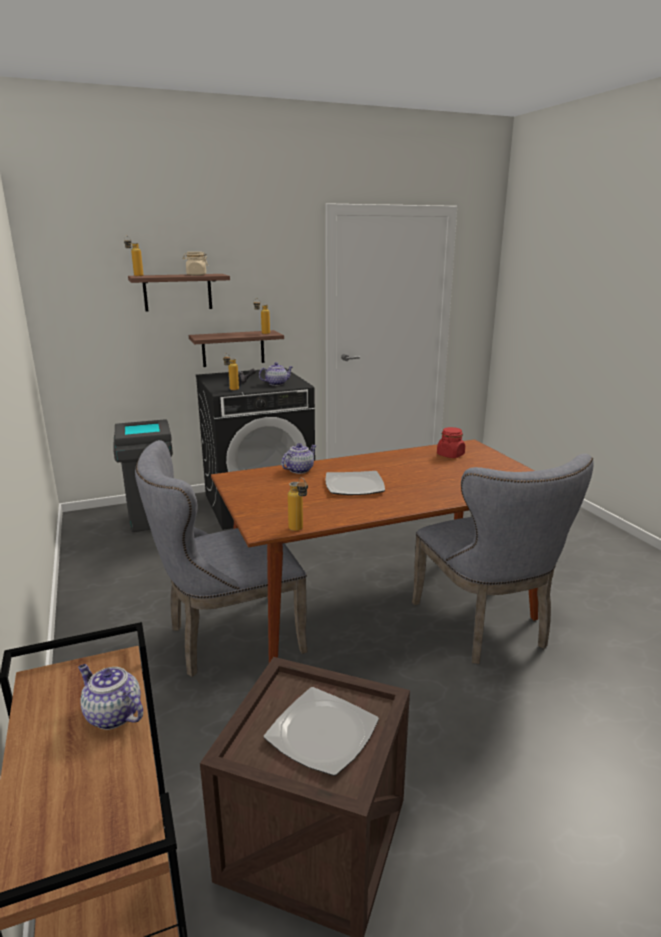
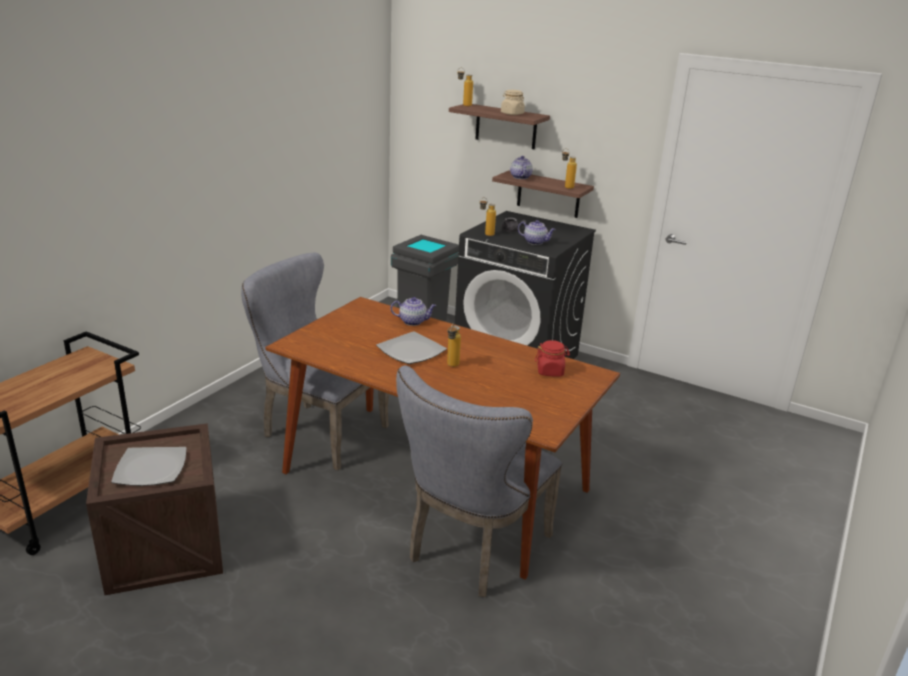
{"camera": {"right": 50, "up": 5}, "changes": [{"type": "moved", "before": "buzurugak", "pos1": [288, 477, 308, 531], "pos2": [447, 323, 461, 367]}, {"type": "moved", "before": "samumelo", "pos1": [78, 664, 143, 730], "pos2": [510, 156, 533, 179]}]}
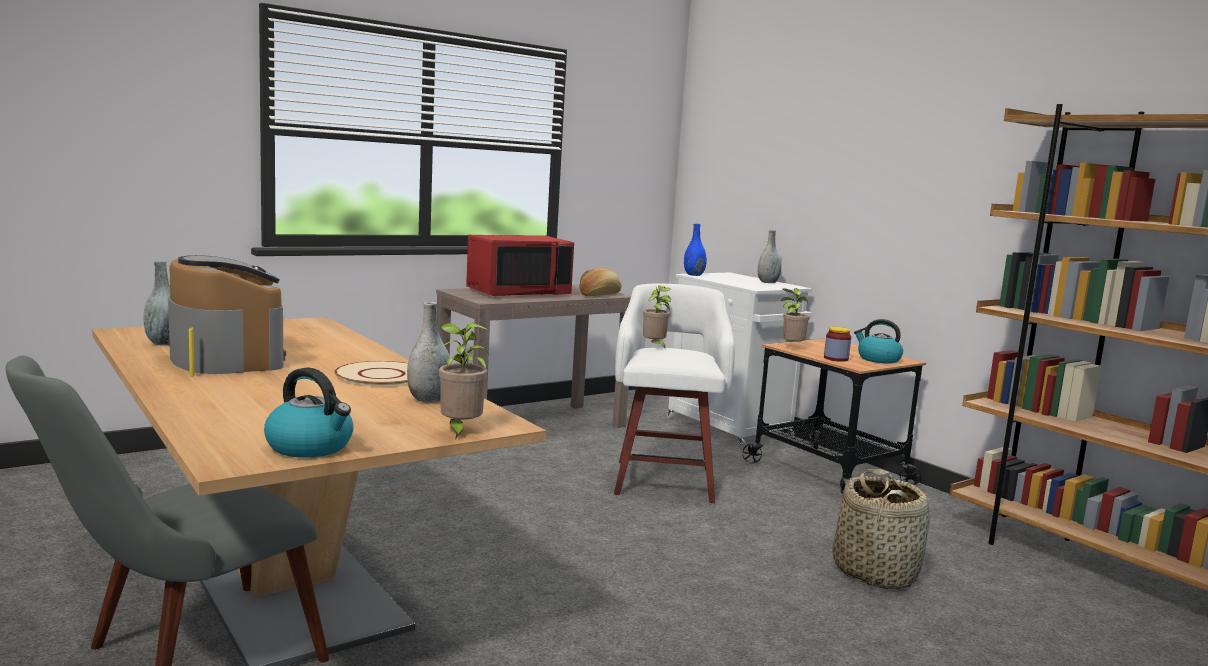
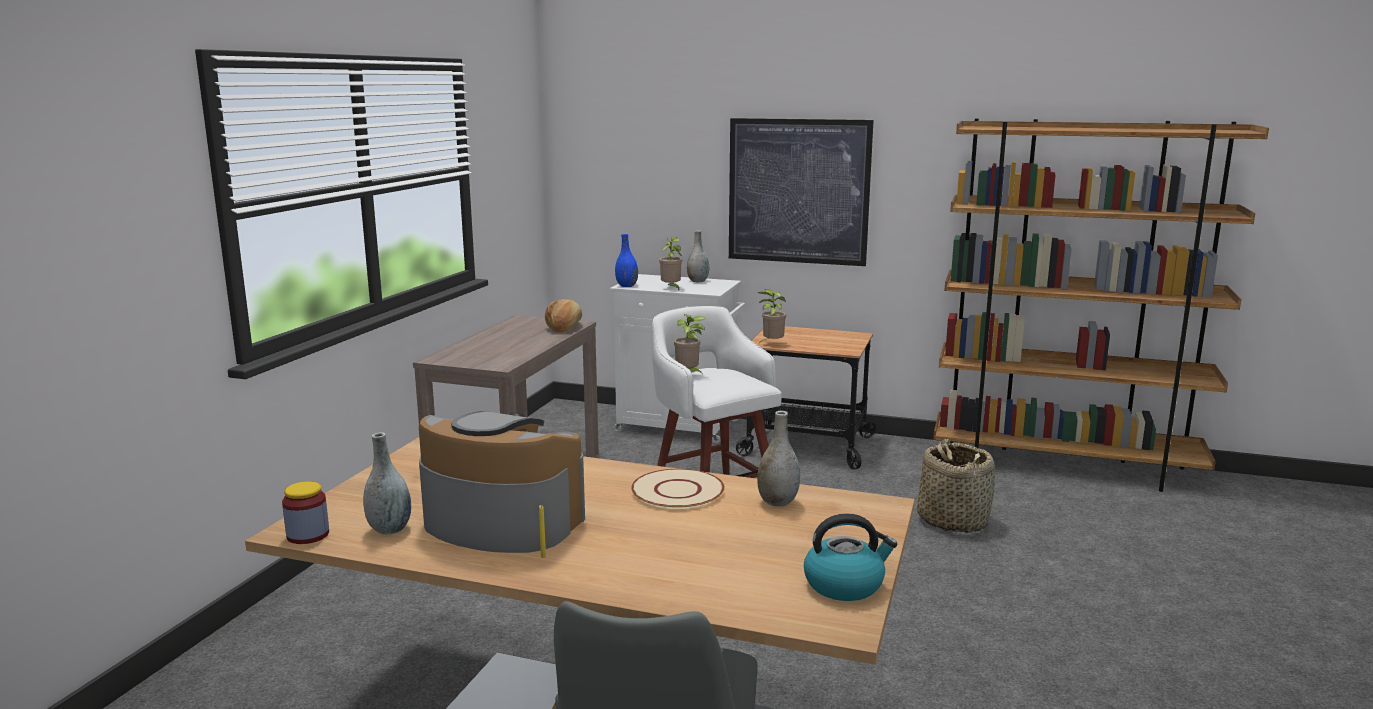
{"camera": {"right": -35, "up": 5}, "changes": [{"type": "moved", "before": "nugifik", "pos1": [824, 327, 851, 362], "pos2": [282, 481, 329, 544]}, {"type": "moved", "before": "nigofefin", "pos1": [437, 323, 489, 439], "pos2": [659, 236, 683, 290]}, {"type": "added", "after": "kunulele", "pos2": [729, 118, 874, 266]}, {"type": "removed", "before": "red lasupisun", "pos1": [466, 235, 574, 297]}, {"type": "removed", "before": "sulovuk", "pos1": [854, 319, 903, 364]}]}
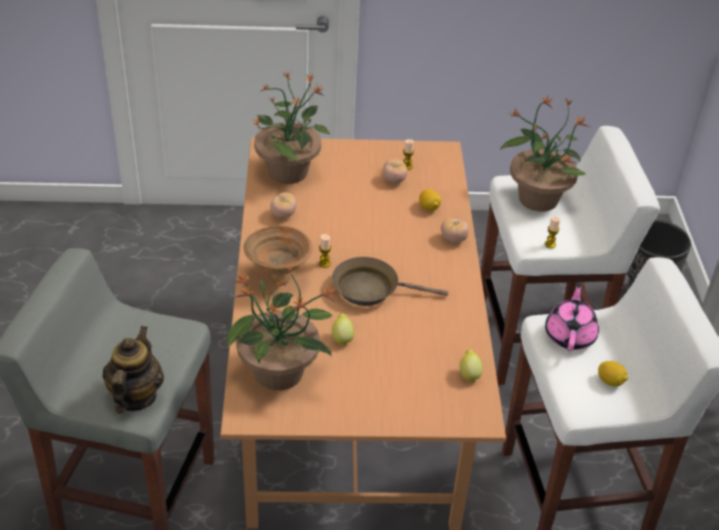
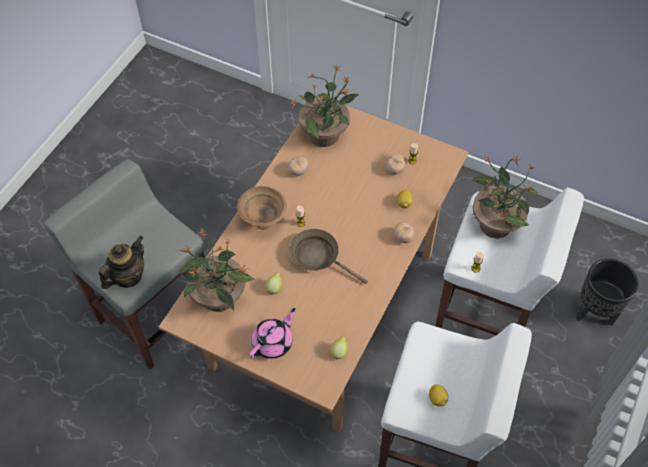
{"camera": {"right": 30, "up": 15}, "changes": [{"type": "moved", "before": "pink samumelo", "pos1": [545, 283, 599, 351], "pos2": [249, 308, 295, 359]}]}
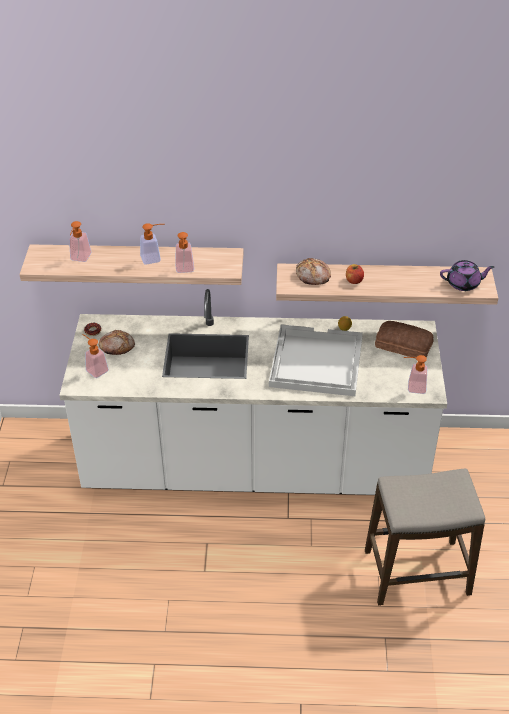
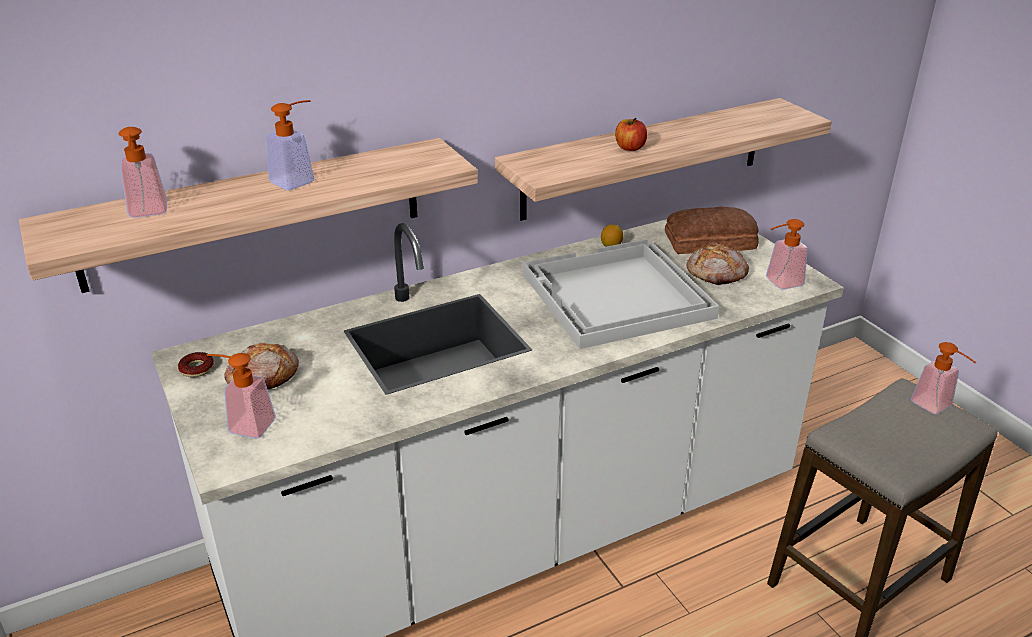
{"camera": {"right": -30, "up": -10}, "changes": [{"type": "moved", "before": "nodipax", "pos1": [296, 258, 331, 285], "pos2": [687, 243, 749, 285]}, {"type": "moved", "before": "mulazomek", "pos1": [175, 232, 194, 273], "pos2": [911, 342, 977, 415]}, {"type": "removed", "before": "purple samumelo", "pos1": [440, 260, 494, 291]}]}
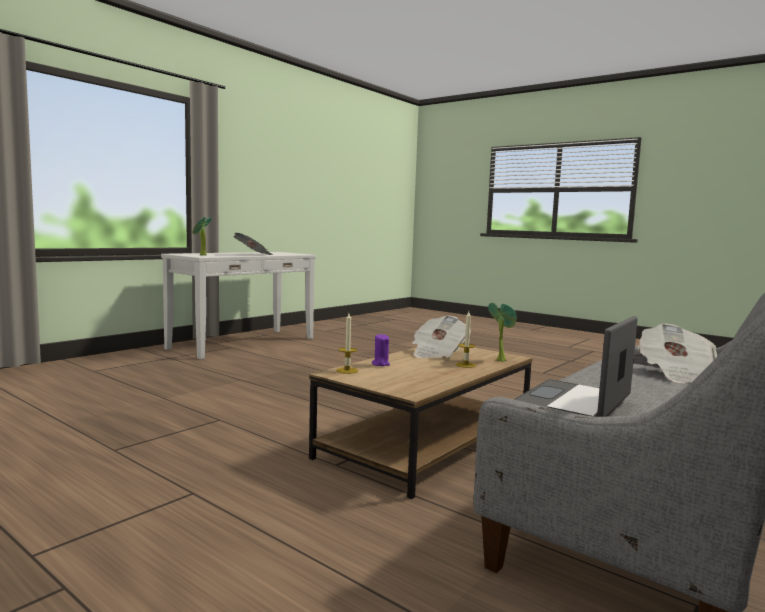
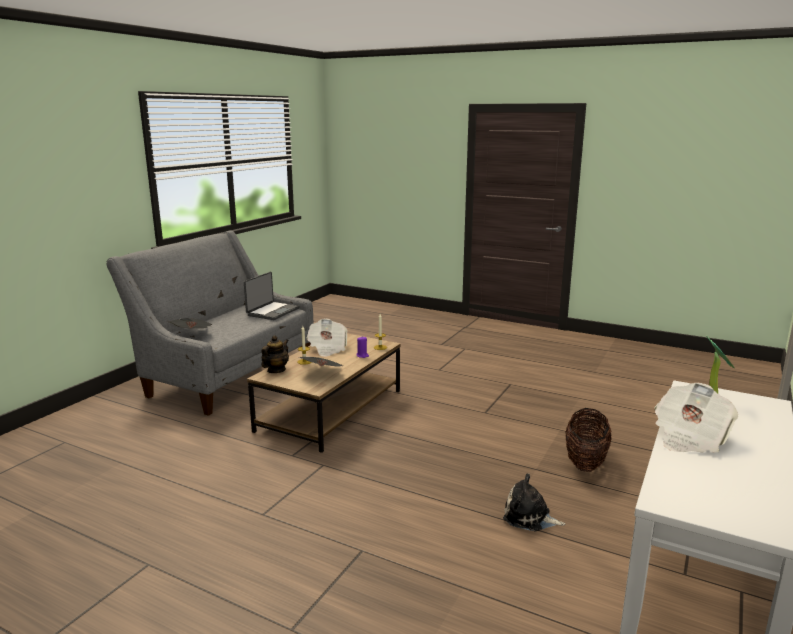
{"camera": {"right": 170, "up": 10}, "changes": [{"type": "replaced", "before": "nigofefin", "after": "samumelo", "pos1": [488, 302, 517, 362], "pos2": [261, 335, 289, 373]}, {"type": "added", "after": "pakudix", "pos2": [306, 319, 348, 357]}, {"type": "added", "after": "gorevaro", "pos2": [503, 473, 565, 531]}, {"type": "added", "after": "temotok", "pos2": [566, 408, 612, 472]}]}
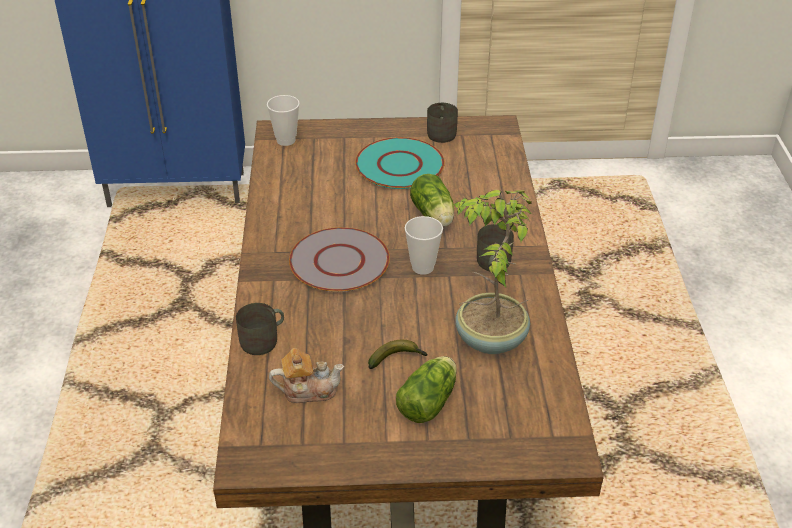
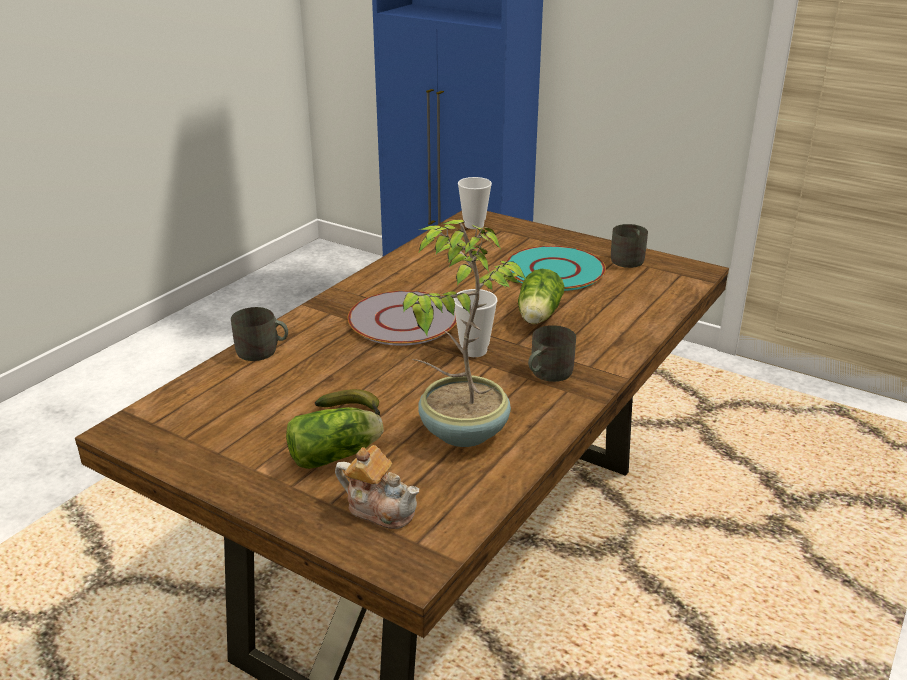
{"camera": {"right": 35, "up": -10}, "changes": [{"type": "moved", "before": "samumelo", "pos1": [269, 348, 344, 403], "pos2": [335, 445, 420, 529]}]}
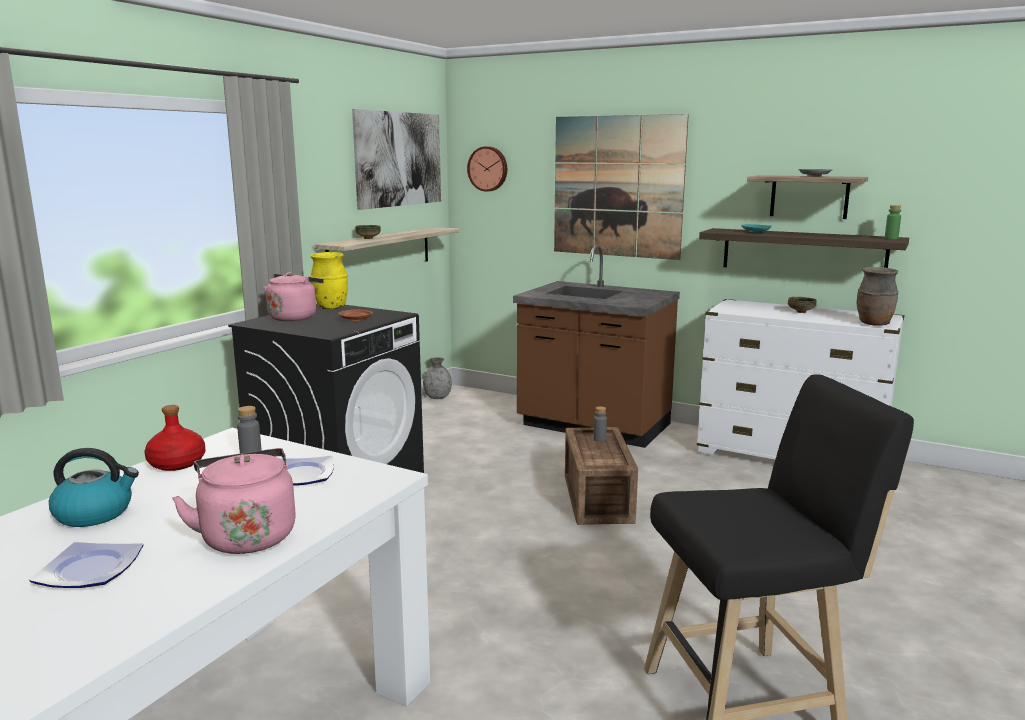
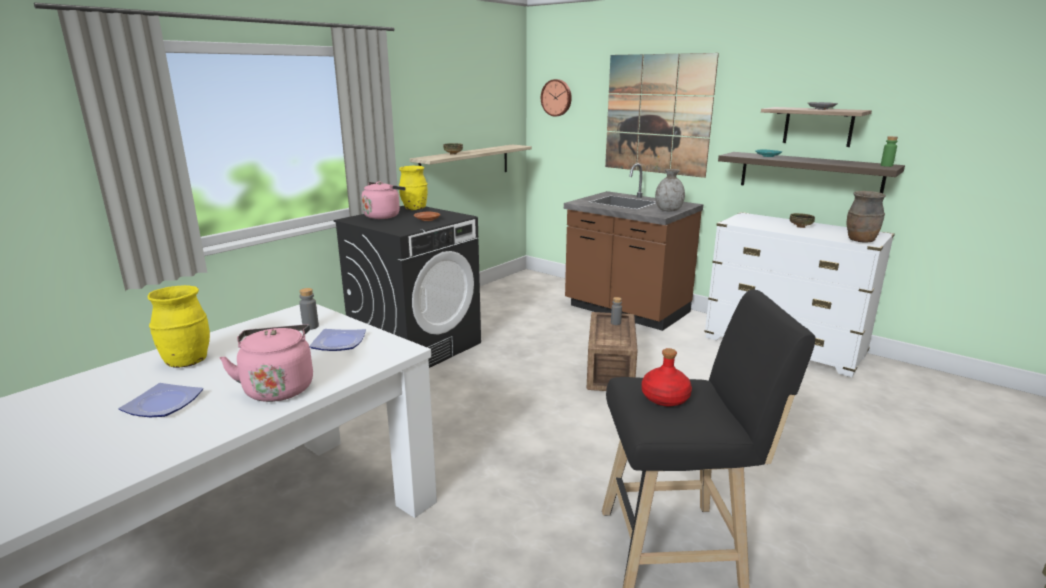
{"camera": {"right": 10, "up": 5}, "changes": [{"type": "replaced", "before": "sulovuk", "after": "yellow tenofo", "pos1": [49, 448, 139, 527], "pos2": [148, 285, 210, 368]}, {"type": "moved", "before": "red buzurugak", "pos1": [145, 405, 205, 471], "pos2": [642, 348, 692, 406]}, {"type": "moved", "before": "grey tenofo", "pos1": [423, 357, 452, 399], "pos2": [655, 169, 685, 211]}, {"type": "removed", "before": "kunulele", "pos1": [352, 109, 441, 210]}]}
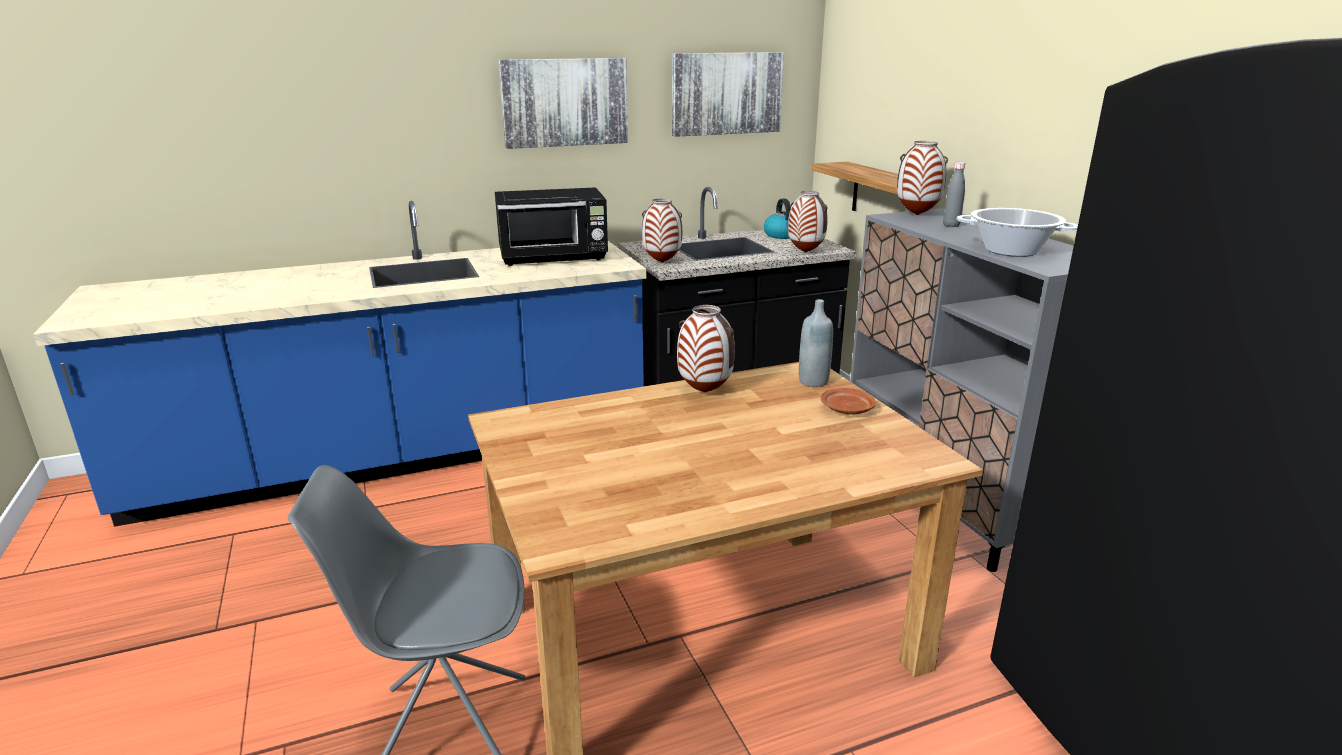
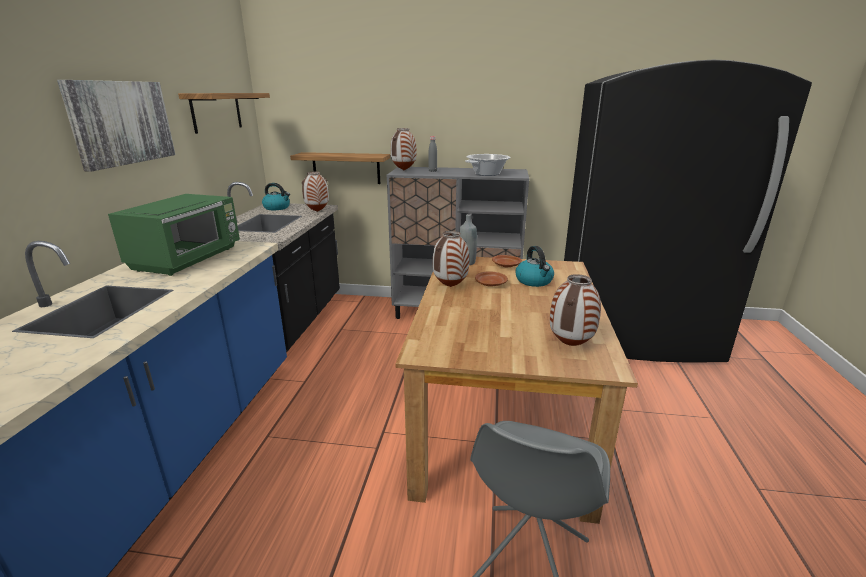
{"camera": {"right": -60, "up": 0}, "changes": [{"type": "recoloured", "before": "black lasupisun", "after": "green lasupisun", "pos1": [495, 187, 608, 266], "pos2": [108, 194, 240, 276]}, {"type": "replaced", "before": "kunulele", "after": "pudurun", "pos1": [672, 52, 784, 137], "pos2": [178, 93, 270, 134]}, {"type": "added", "after": "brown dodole", "pos2": [475, 271, 508, 286]}, {"type": "added", "after": "sulovuk", "pos2": [516, 246, 554, 287]}, {"type": "moved", "before": "tenofo", "pos1": [642, 198, 682, 263], "pos2": [550, 274, 601, 346]}]}
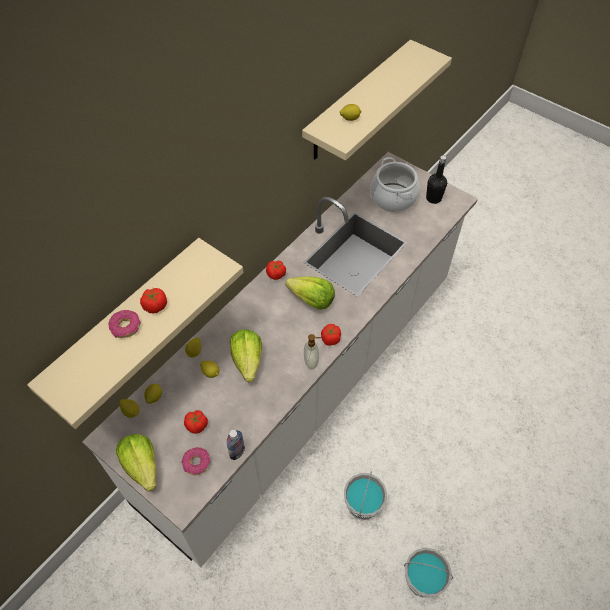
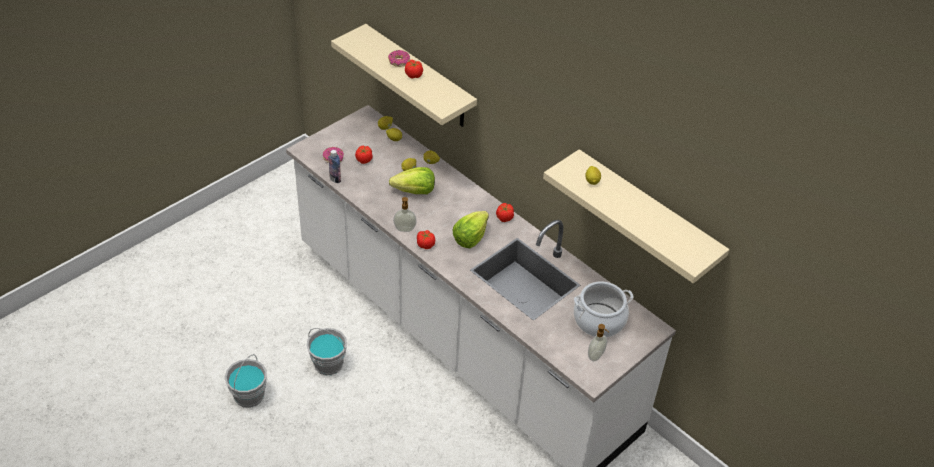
{"camera": {"right": 95, "up": -10}, "changes": [{"type": "replaced", "before": "black buzurugak", "after": "mulazomek", "pos1": [426, 155, 447, 204], "pos2": [588, 324, 609, 361]}, {"type": "removed", "before": "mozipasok", "pos1": [116, 434, 156, 491]}]}
